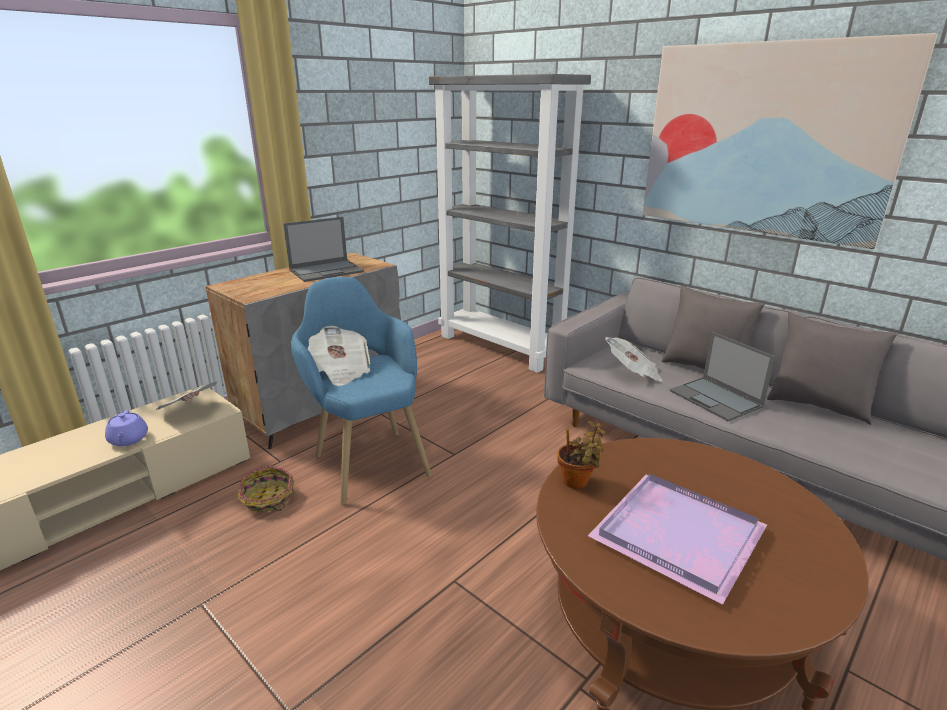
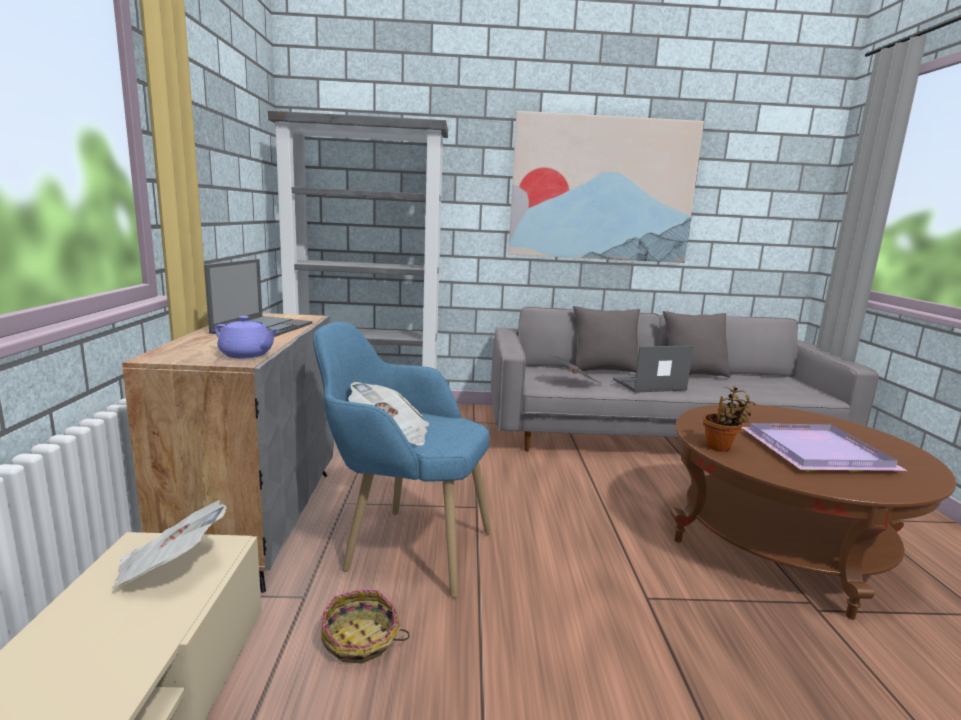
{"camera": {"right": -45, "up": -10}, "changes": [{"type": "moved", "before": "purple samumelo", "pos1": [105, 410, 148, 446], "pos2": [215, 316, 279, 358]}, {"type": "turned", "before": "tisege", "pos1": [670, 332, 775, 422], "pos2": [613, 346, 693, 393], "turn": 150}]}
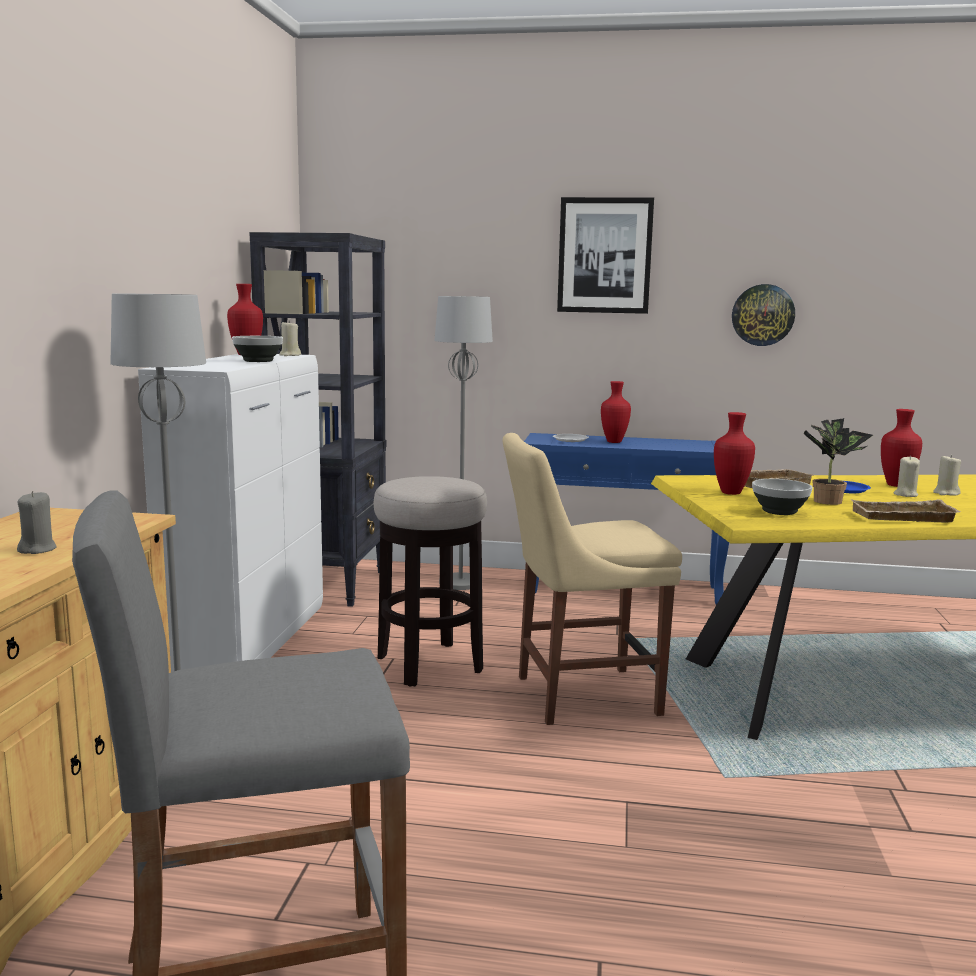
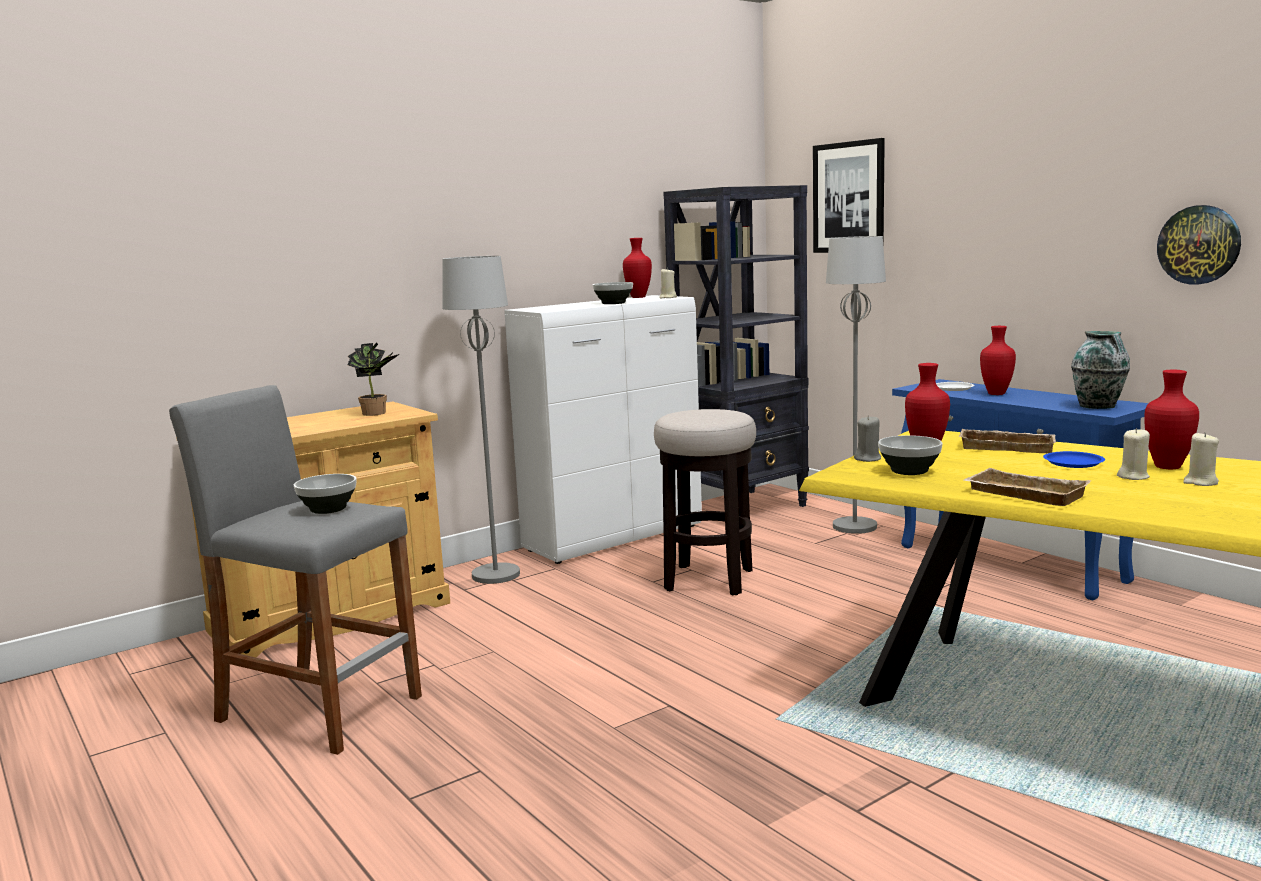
{"camera": {"right": 45, "up": 0}, "changes": [{"type": "added", "after": "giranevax", "pos2": [294, 474, 357, 514]}, {"type": "moved", "before": "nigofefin", "pos1": [803, 418, 873, 505], "pos2": [347, 343, 399, 416]}, {"type": "moved", "before": "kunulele", "pos1": [557, 197, 654, 314], "pos2": [813, 138, 885, 253]}, {"type": "moved", "before": "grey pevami", "pos1": [17, 491, 57, 554], "pos2": [854, 415, 881, 462]}, {"type": "added", "after": "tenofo", "pos2": [1071, 331, 1130, 409]}, {"type": "removed", "before": "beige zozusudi", "pos1": [503, 433, 682, 725]}]}
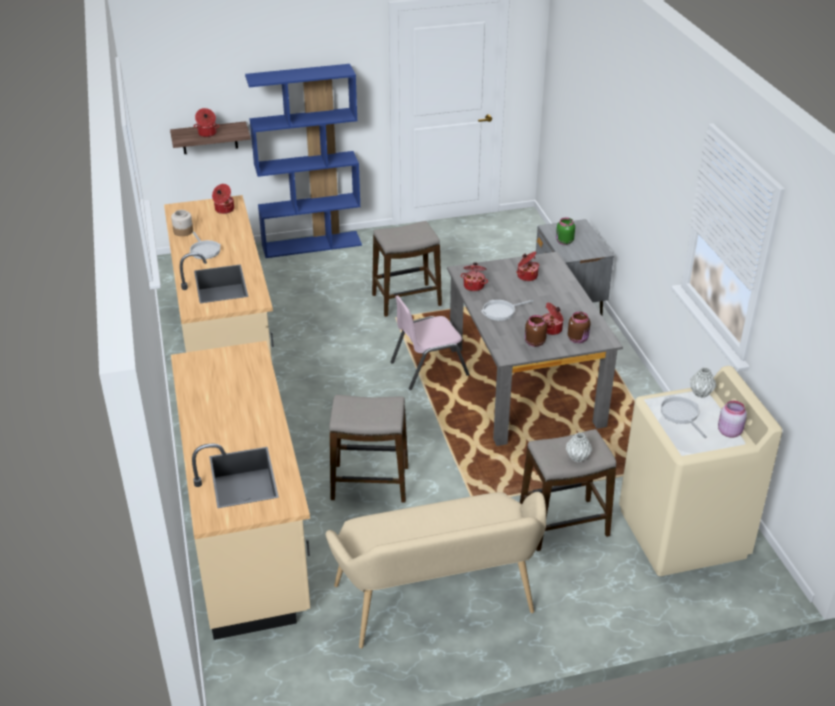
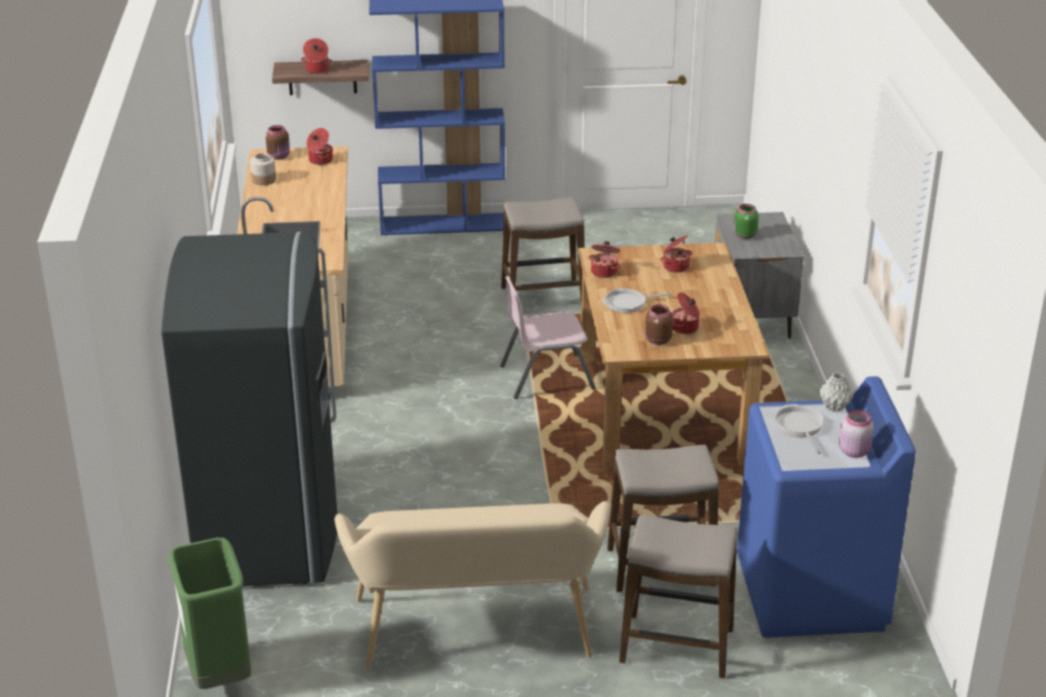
{"camera": {"right": 10, "up": -5}, "changes": [{"type": "replaced", "before": "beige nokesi", "after": "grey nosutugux", "pos1": [171, 341, 310, 640], "pos2": [161, 232, 337, 586]}, {"type": "added", "after": "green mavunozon", "pos2": [168, 538, 252, 689]}, {"type": "moved", "before": "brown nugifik", "pos1": [568, 312, 590, 343], "pos2": [266, 125, 290, 160]}, {"type": "recoloured", "before": "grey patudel", "after": "brown patudel", "pos1": [447, 252, 623, 446], "pos2": [578, 243, 769, 472]}, {"type": "moved", "before": "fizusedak", "pos1": [329, 395, 408, 503], "pos2": [619, 514, 738, 678]}, {"type": "recoloured", "before": "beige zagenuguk", "after": "blue zagenuguk", "pos1": [619, 366, 782, 576], "pos2": [737, 376, 916, 638]}, {"type": "removed", "before": "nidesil", "pos1": [189, 232, 221, 259]}, {"type": "removed", "before": "grey tenofo", "pos1": [566, 432, 592, 462]}]}
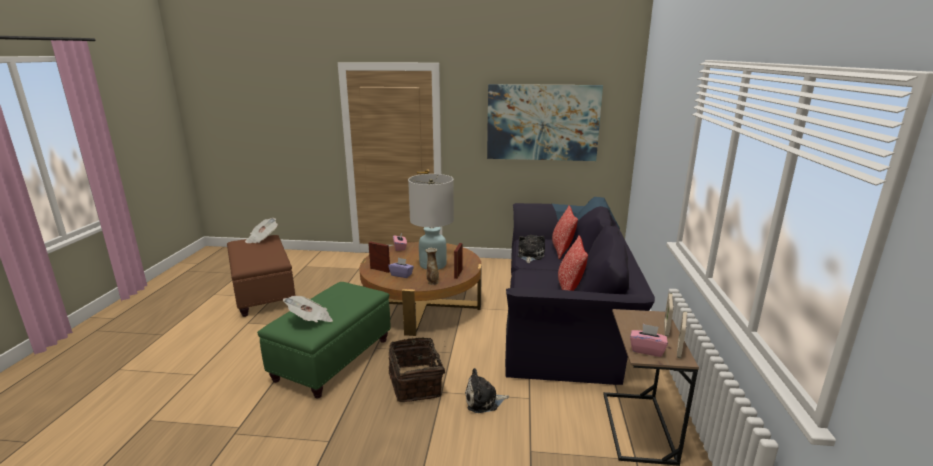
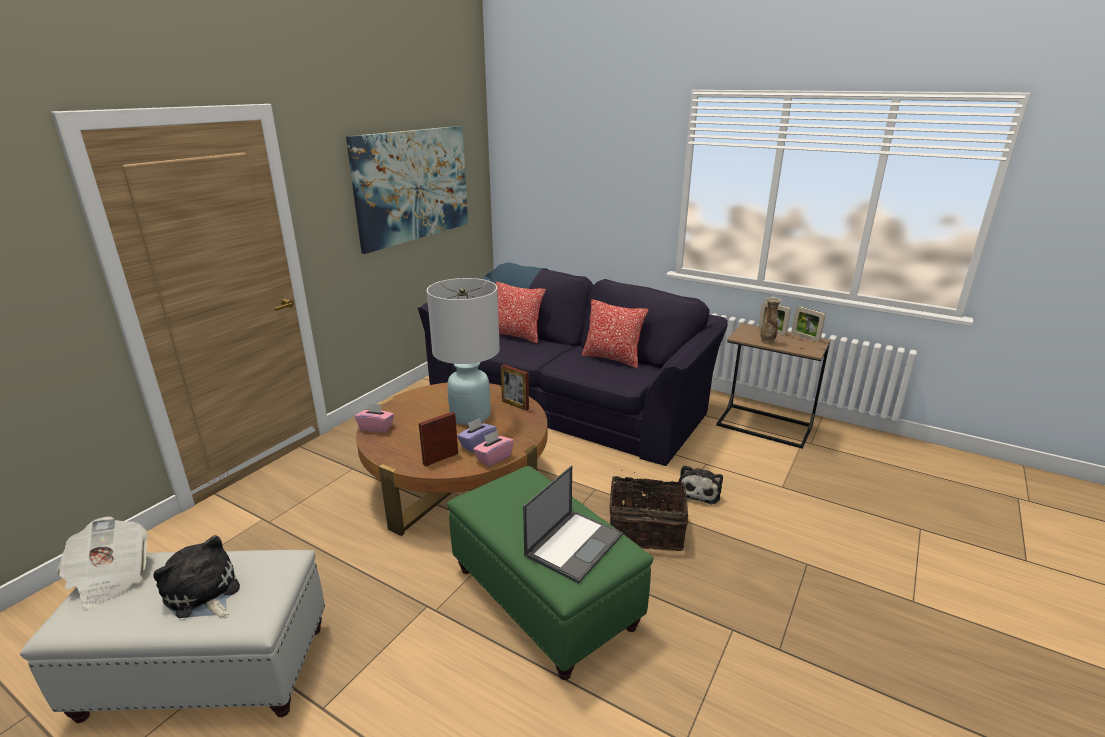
{"camera": {"right": -65, "up": 5}, "changes": [{"type": "recoloured", "before": "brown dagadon", "after": "white dagadon", "pos1": [227, 235, 296, 317], "pos2": [20, 550, 325, 723]}, {"type": "moved", "before": "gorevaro", "pos1": [518, 235, 545, 263], "pos2": [153, 535, 240, 618]}, {"type": "moved", "before": "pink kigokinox", "pos1": [630, 324, 668, 357], "pos2": [473, 431, 514, 467]}, {"type": "replaced", "before": "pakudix", "after": "tisege", "pos1": [283, 296, 333, 322], "pos2": [523, 465, 623, 584]}, {"type": "moved", "before": "tenofo", "pos1": [425, 248, 439, 285], "pos2": [760, 297, 782, 344]}]}
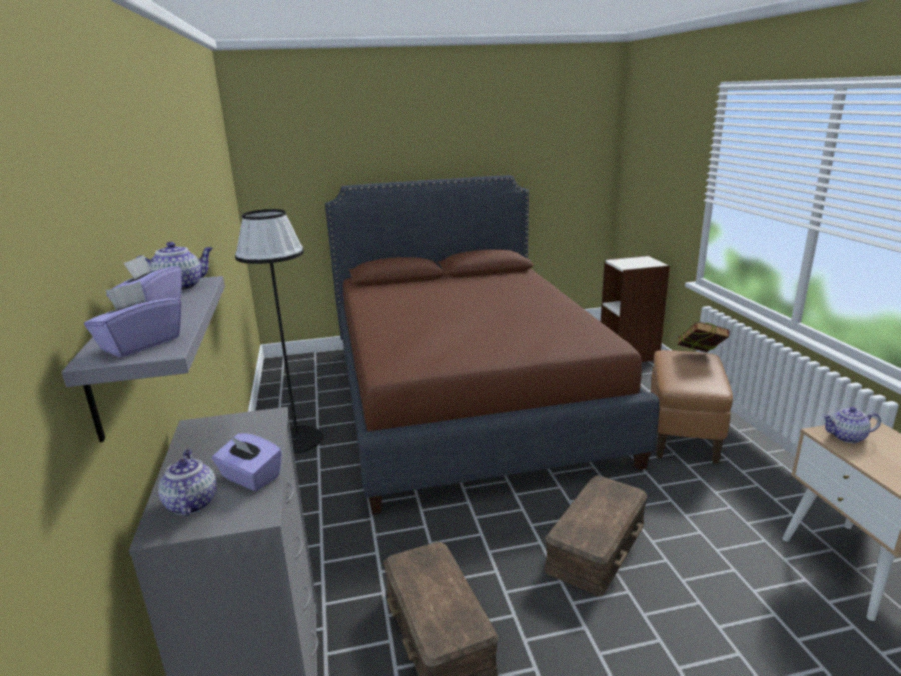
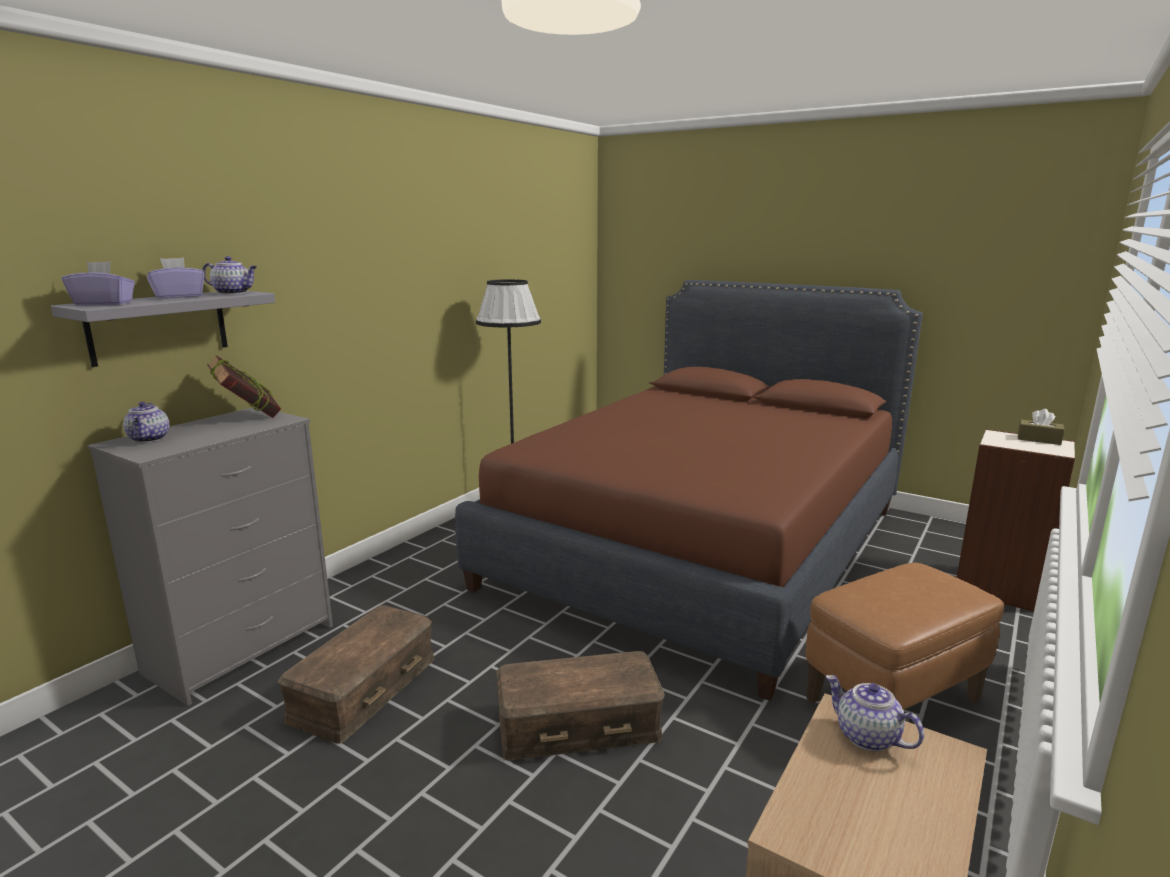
{"camera": {"right": 45, "up": -5}, "changes": [{"type": "turned", "before": "samumelo", "pos1": [158, 450, 217, 516], "pos2": [123, 402, 170, 443], "turn": 135}, {"type": "moved", "before": "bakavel", "pos1": [677, 321, 729, 352], "pos2": [207, 355, 281, 418]}, {"type": "added", "after": "brown kigokinox", "pos2": [1018, 409, 1065, 445]}, {"type": "removed", "before": "purple kigokinox", "pos1": [212, 433, 282, 491]}]}
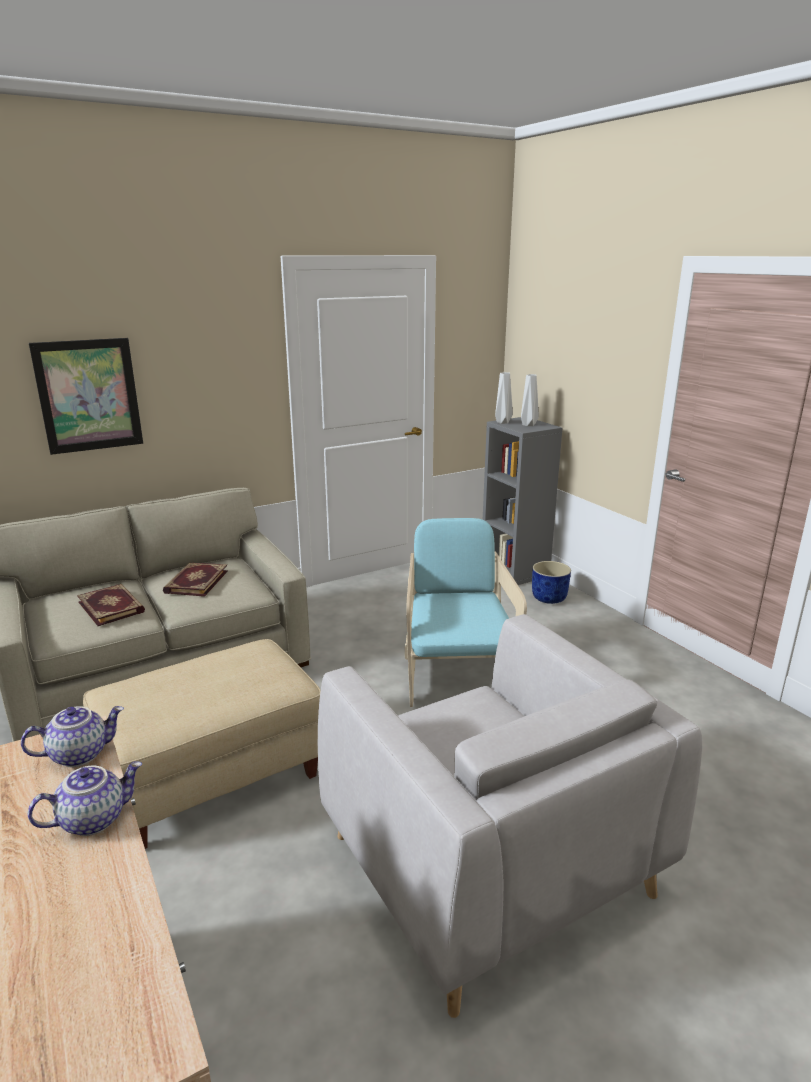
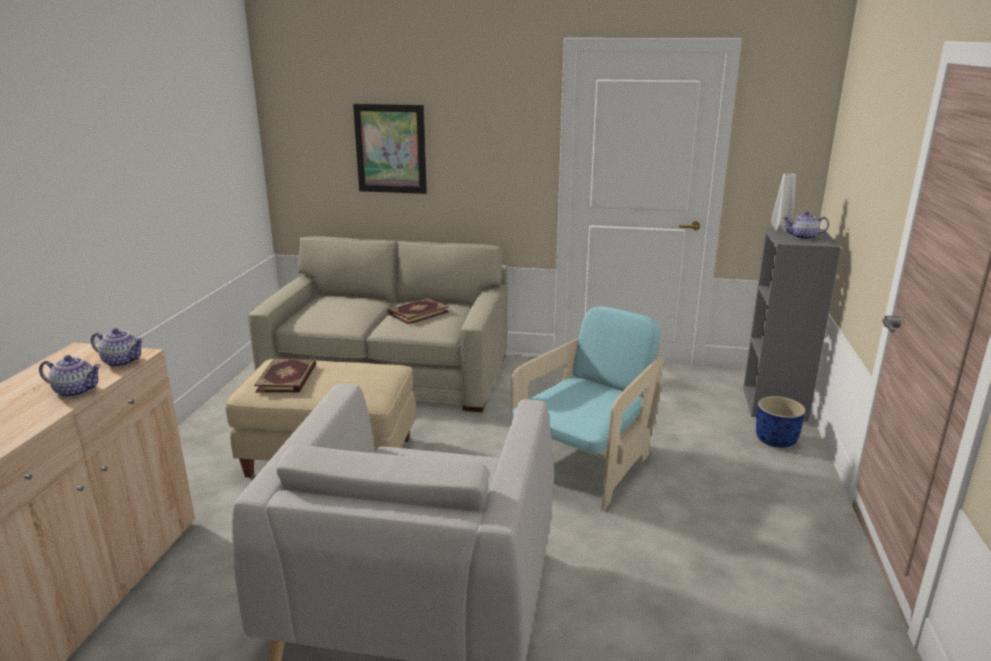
{"camera": {"right": 40, "up": 0}, "changes": [{"type": "moved", "before": "bakavel", "pos1": [77, 584, 145, 626], "pos2": [254, 359, 316, 393]}, {"type": "replaced", "before": "grey tenofo", "after": "samumelo", "pos1": [521, 374, 539, 426], "pos2": [783, 211, 829, 240]}]}
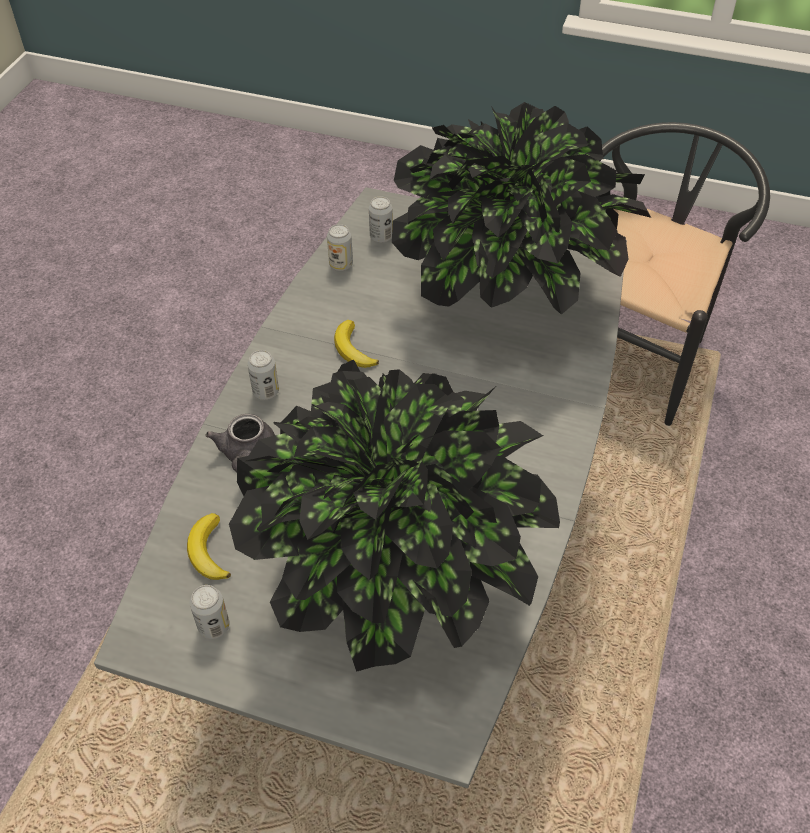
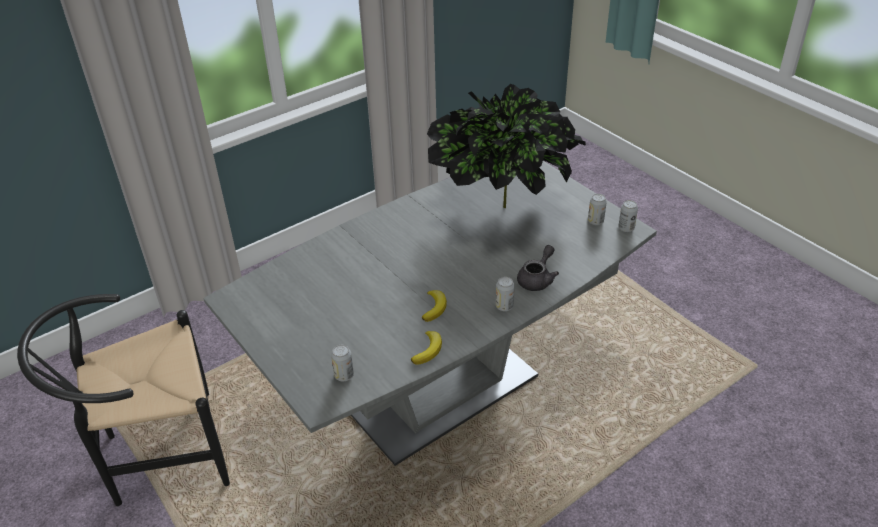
{"camera": {"right": -145, "up": -10}, "changes": [{"type": "moved", "before": "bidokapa", "pos1": [187, 513, 231, 580], "pos2": [411, 331, 442, 365]}, {"type": "moved", "before": "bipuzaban", "pos1": [327, 224, 353, 271], "pos2": [618, 200, 638, 232]}, {"type": "removed", "before": "nigofefin", "pos1": [392, 102, 651, 315]}]}
